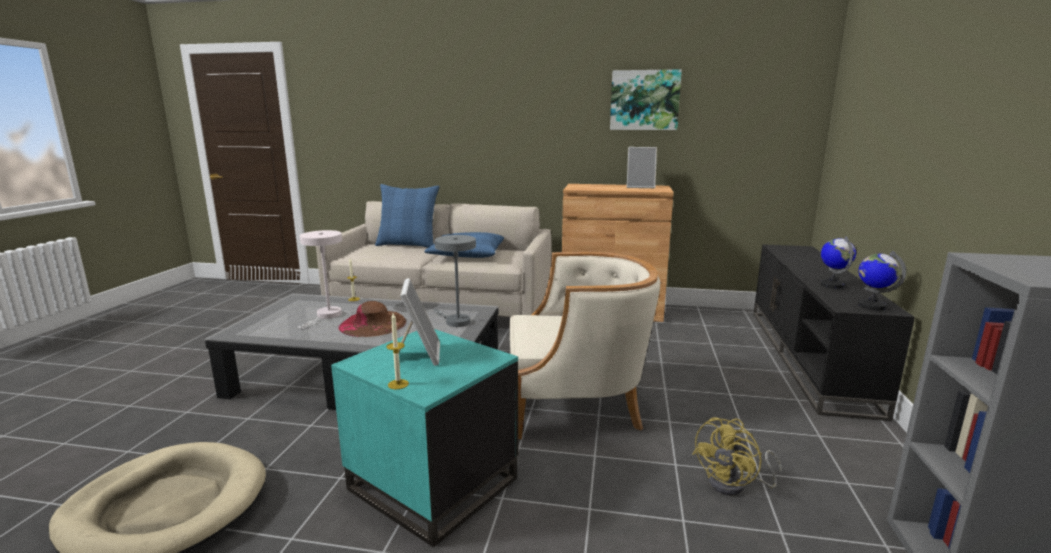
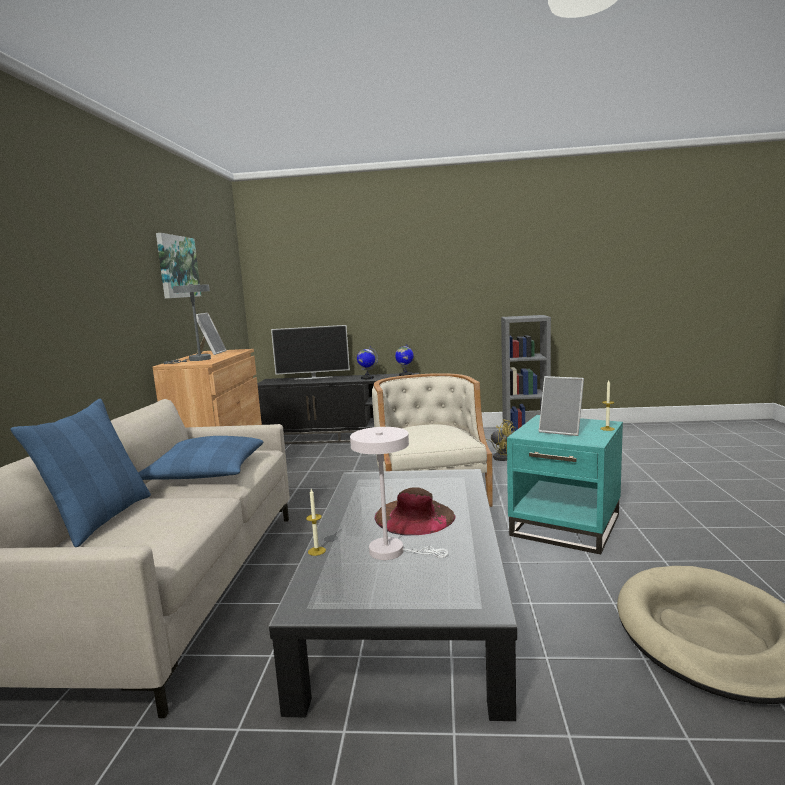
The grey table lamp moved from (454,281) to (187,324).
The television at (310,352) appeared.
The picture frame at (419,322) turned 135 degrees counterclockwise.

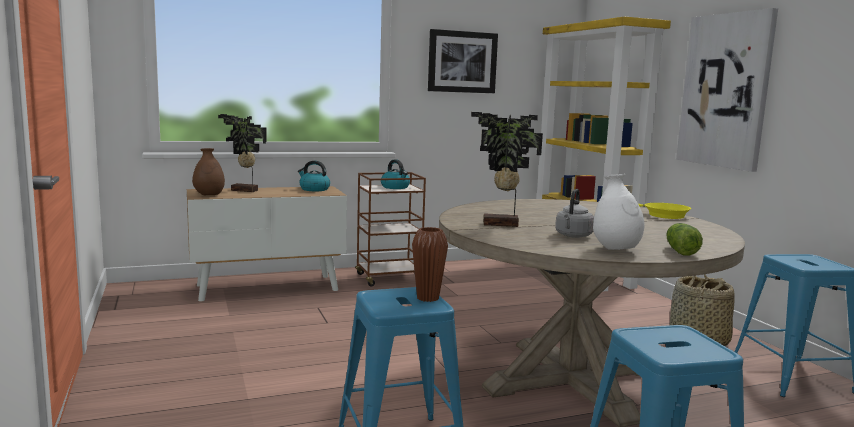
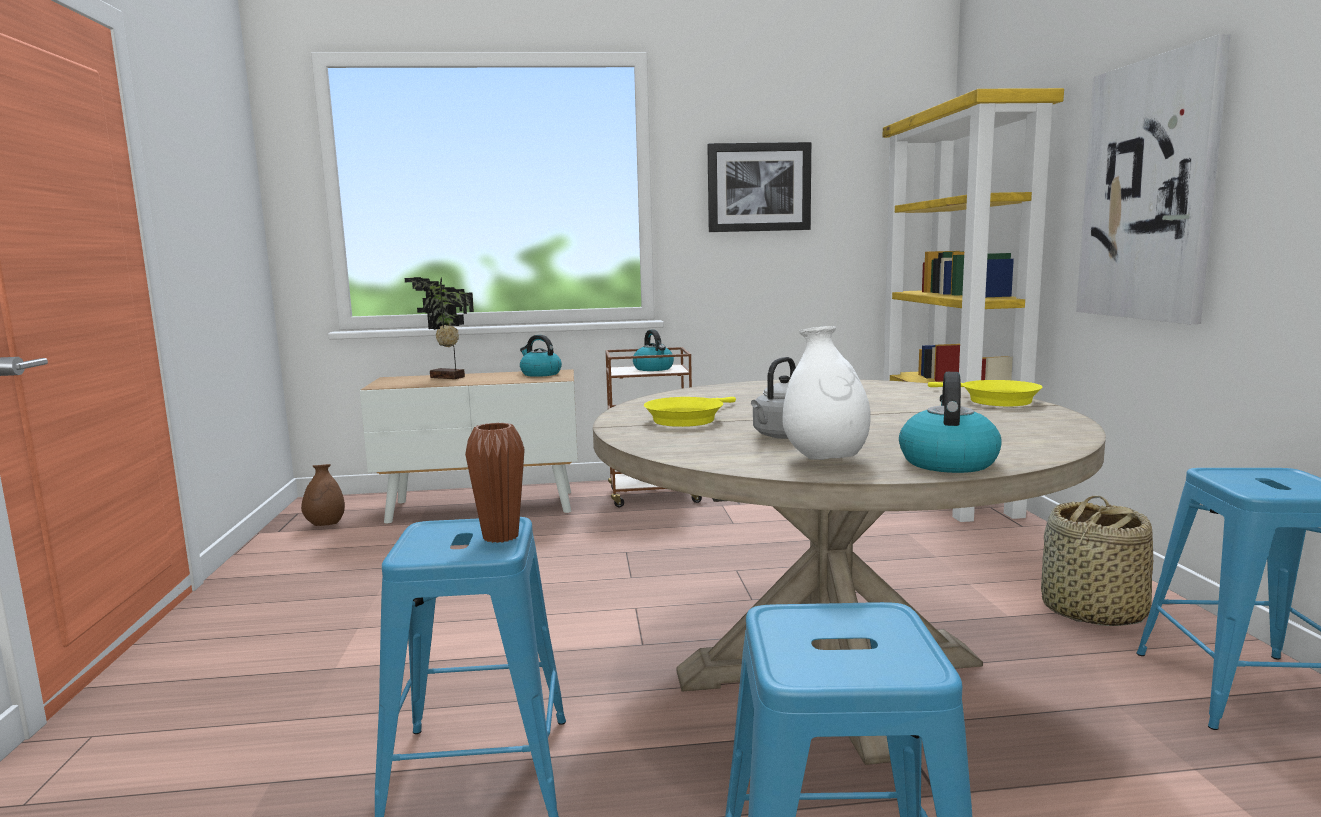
The brown vase moved from (208,171) to (323,495).
The potted plant at (507,169) was replaced by the yellow frying pan at (690,412).
The lettuce at (684,239) was replaced by the kettle at (950,422).

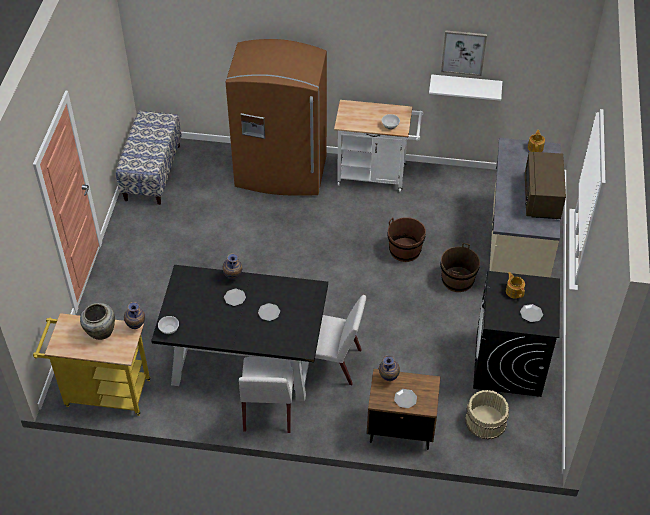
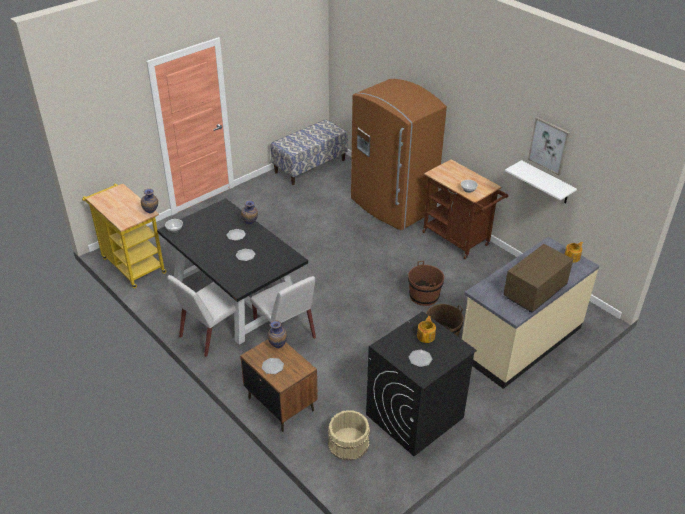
The white cart at (378,146) became the brown cart at (465,209).
The beige vase at (97,321) disappeared.

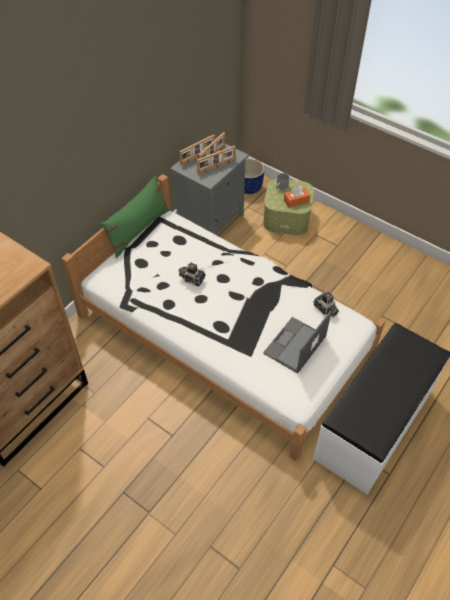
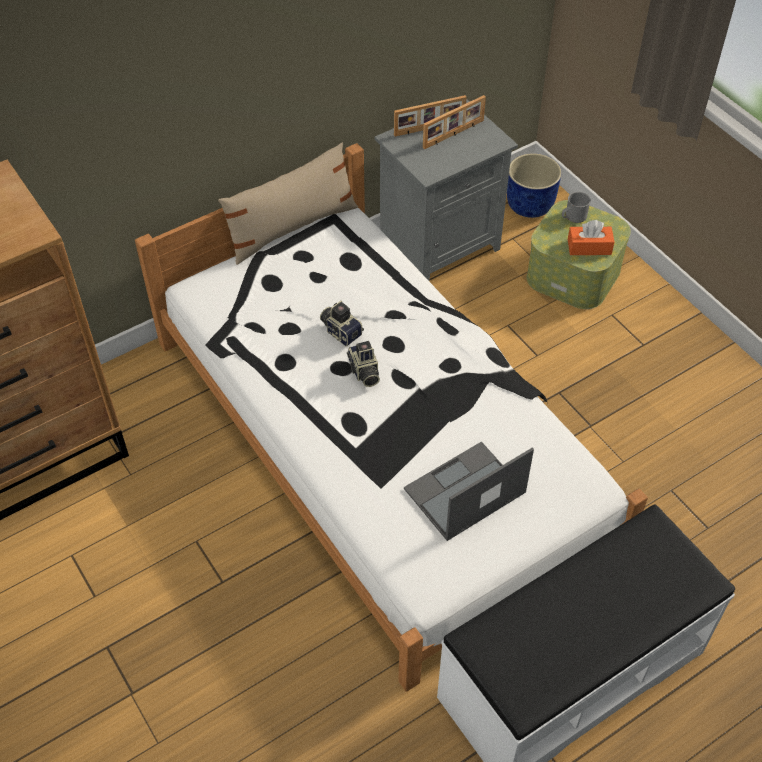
The green pillow at (135,217) became the beige pillow at (288,204).
The photo camera moved from (326,304) to (363,364).
The picture frame at (216,159) disappeared.

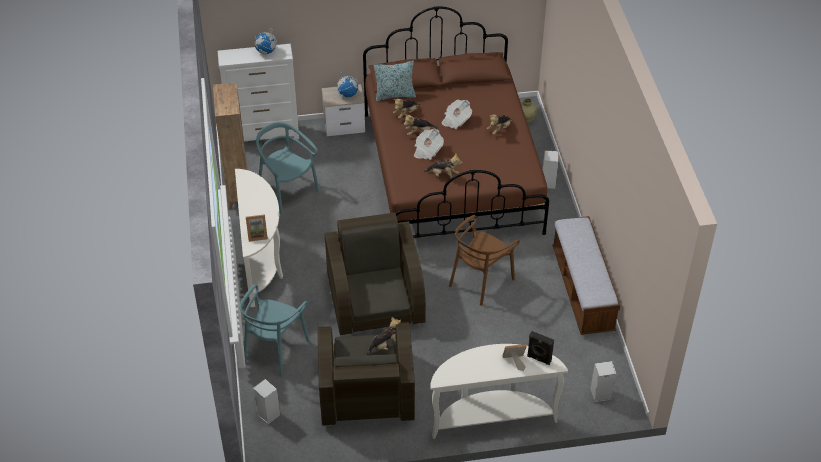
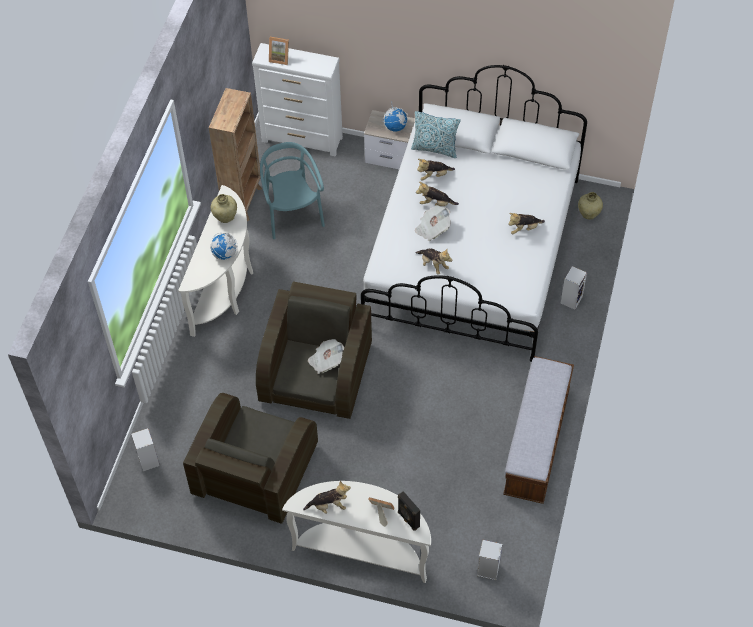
The globe moved from (266,41) to (224,246).
The beige vase at (224,208) appeared.
The picture frame moved from (257,228) to (279,51).
The plush toy moved from (383,336) to (327,497).
The newspaper moved from (457,114) to (326,356).
The brown bed at (456,122) became the white bed at (474,213).
The turquoise chair at (275,330) disappeared.
The brown chair at (484,260) disappeared.

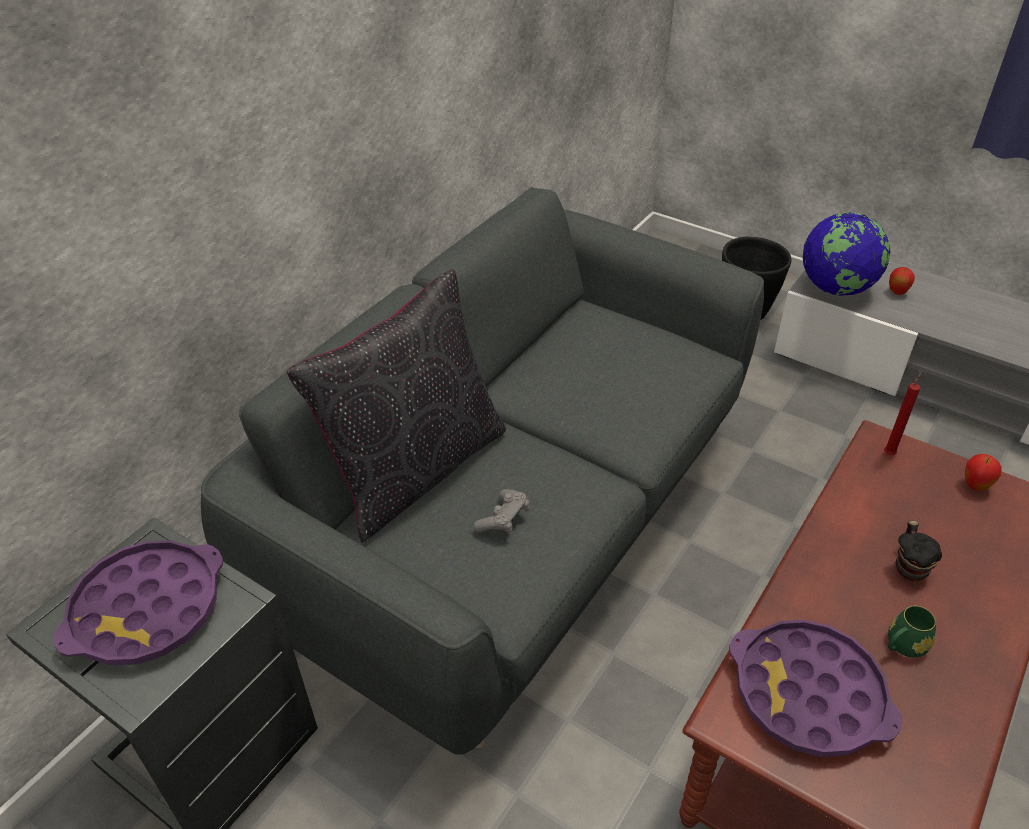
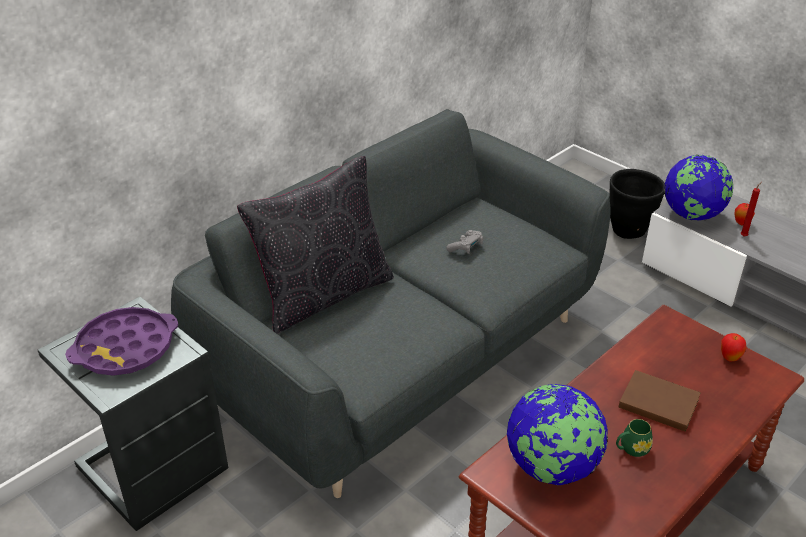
The grey game controller moved from (501,511) to (464,242).
The purple tray at (816,688) was replaced by the globe at (557,434).
The mug at (919,550) was replaced by the brown book at (660,401).
The red candle moved from (903,413) to (751,209).

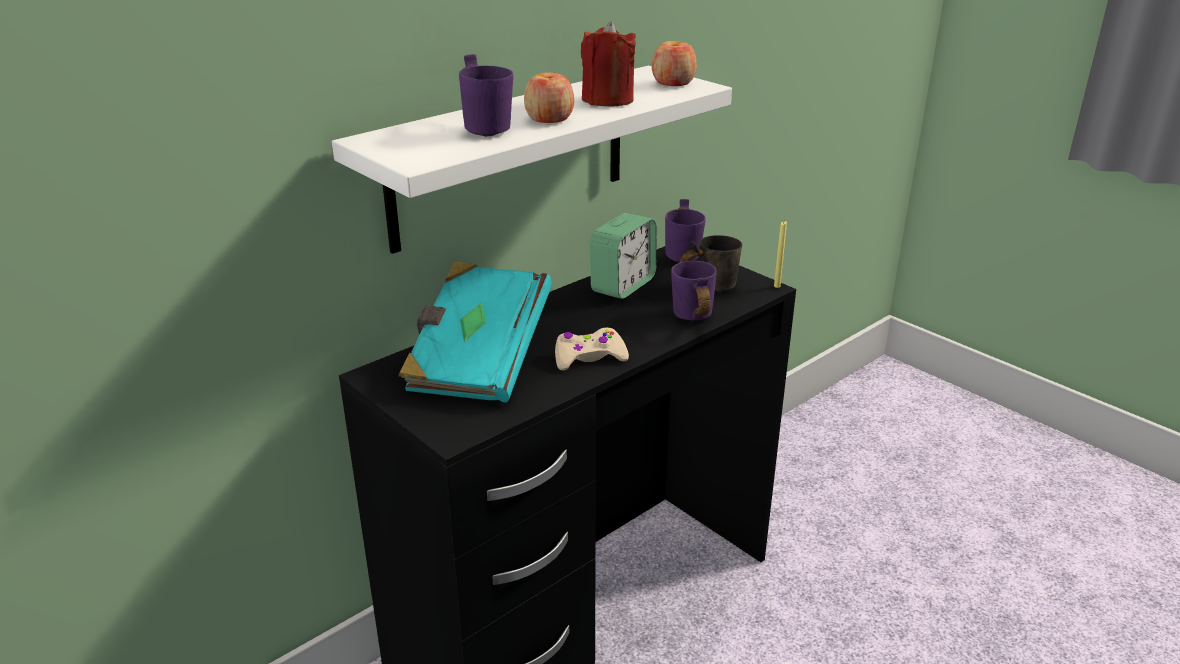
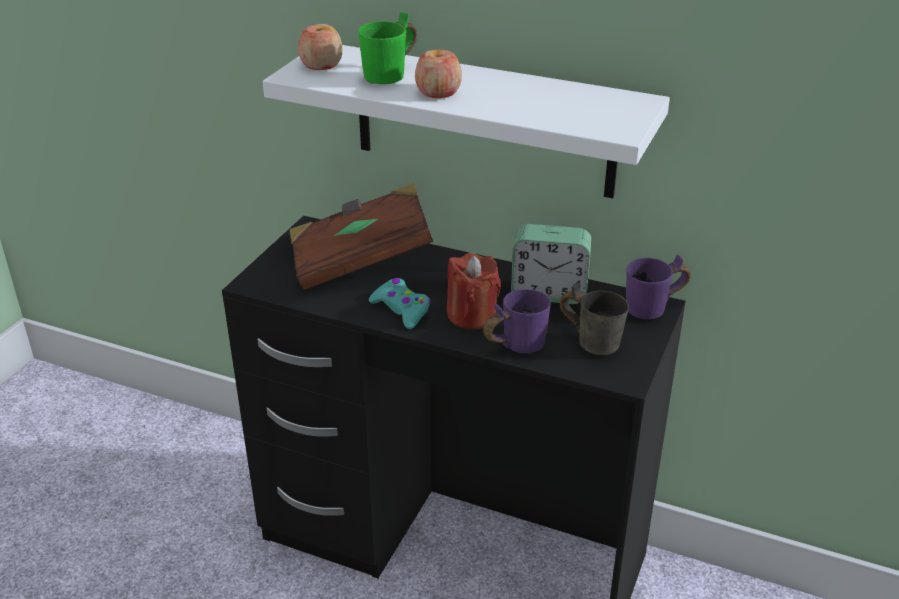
The turquoise book at (475,332) became the brown book at (361,237).
The apple moved from (674,63) to (320,47).
The purple mug at (486,95) became the green mug at (387,48).
The beige game controller at (592,349) became the turquoise game controller at (400,303).
The red candle moved from (608,64) to (474,291).
The yellow candle at (780,254) disappeared.

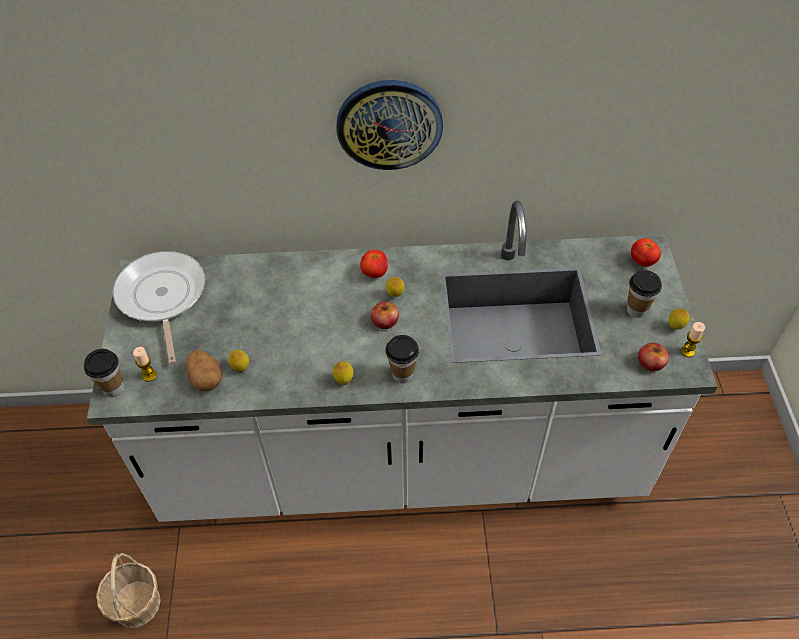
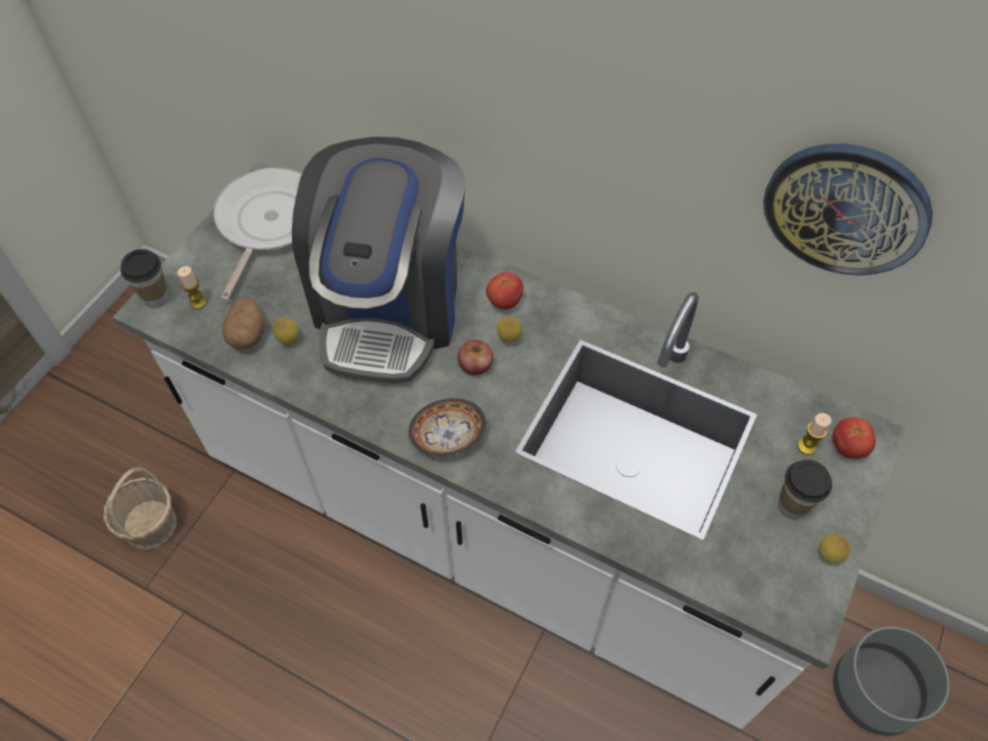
The coffee machine at (378,260) appeared.
The cup at (402,359) was replaced by the bowl at (447,427).
The wall clock moved from (390,125) to (848,209).
The candle moved from (693,339) to (815,434).
The grey planter at (891,681) appeared.
The lemon at (343,373) disappeared.
The apple at (653,357) disappeared.

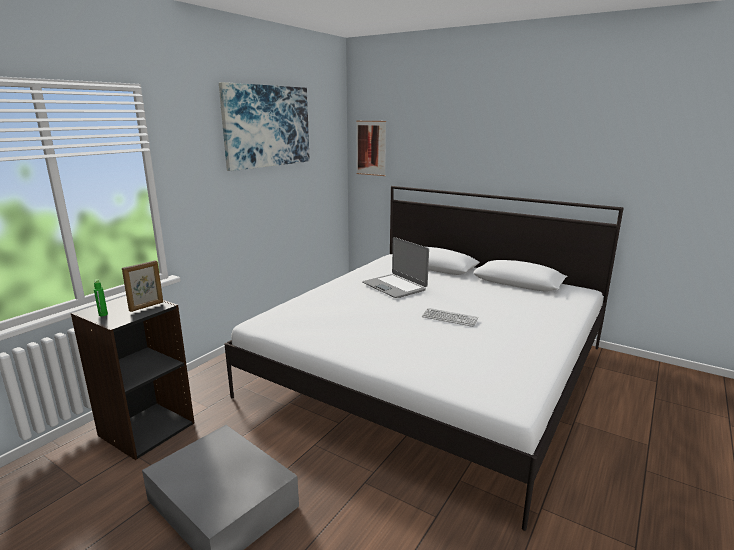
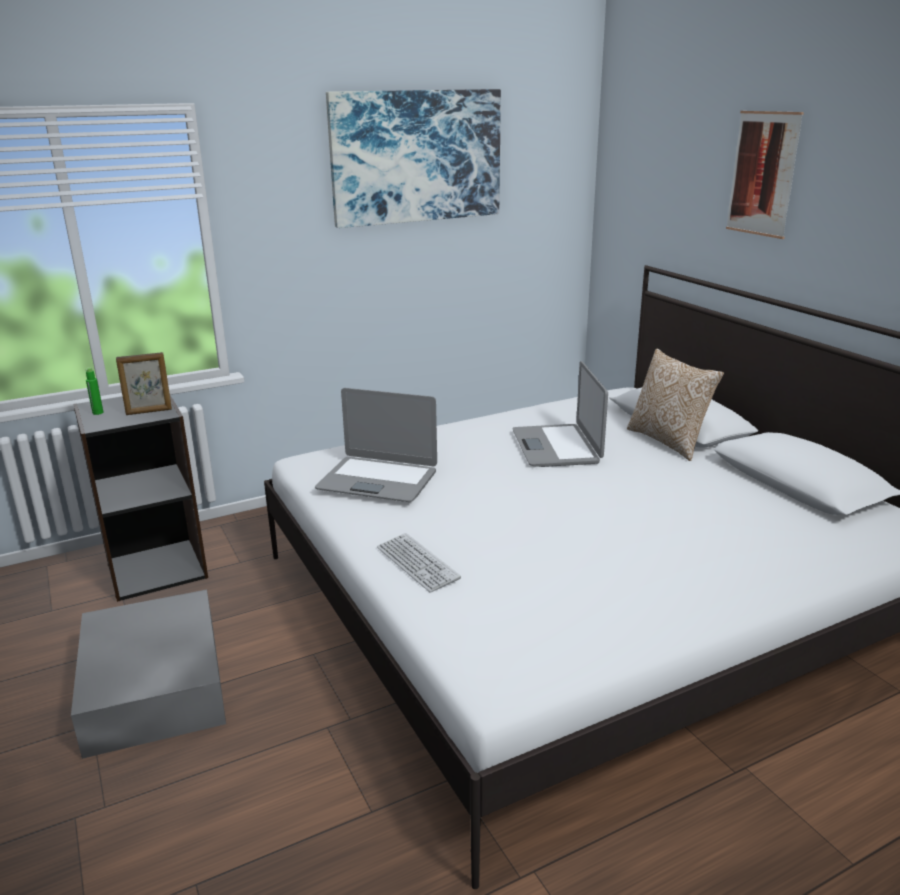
The laptop at (376,445) appeared.
The keyboard moved from (450,317) to (419,563).
The pillow at (675,405) appeared.
The picture moved from (371,148) to (765,175).

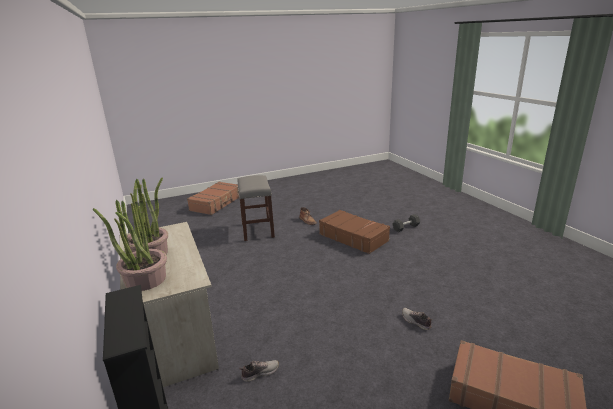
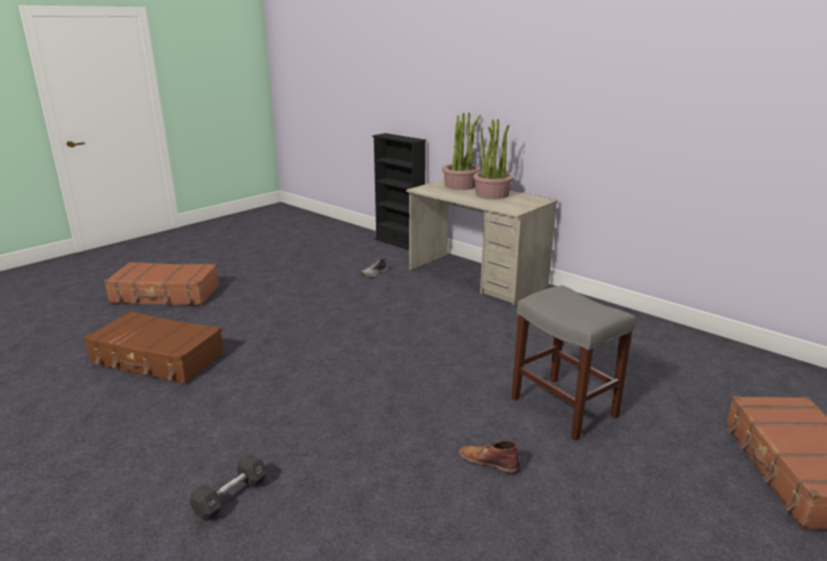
The brown suitcase moved from (354,232) to (154,347).
The shoe at (417,319) disappeared.

